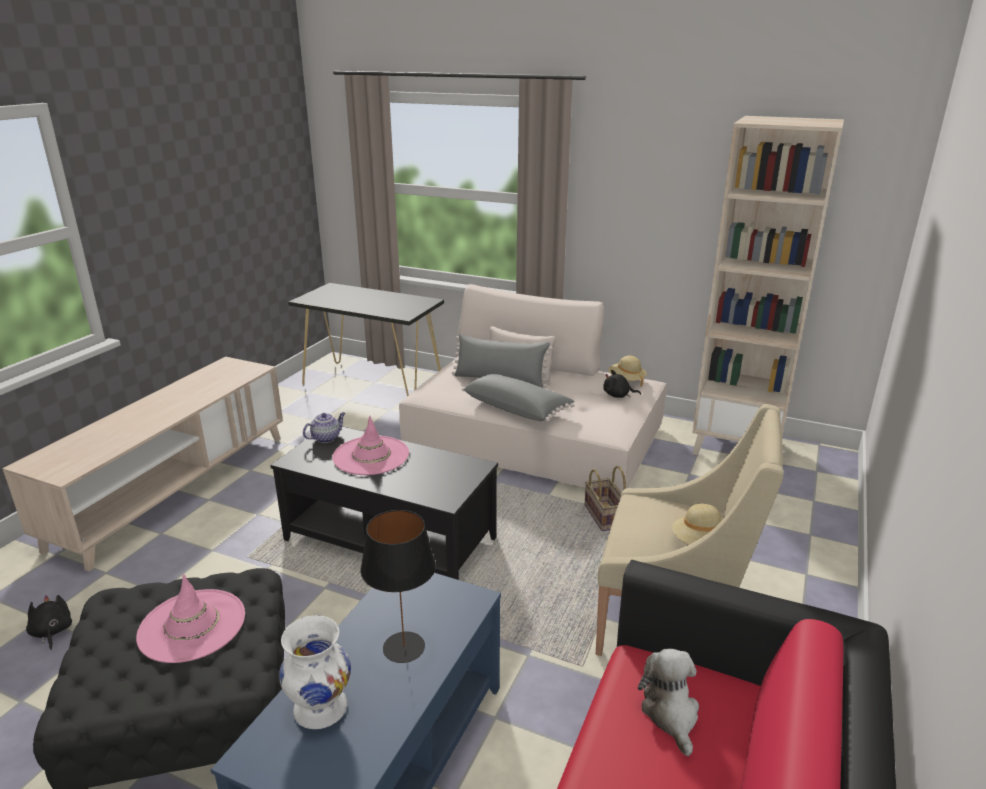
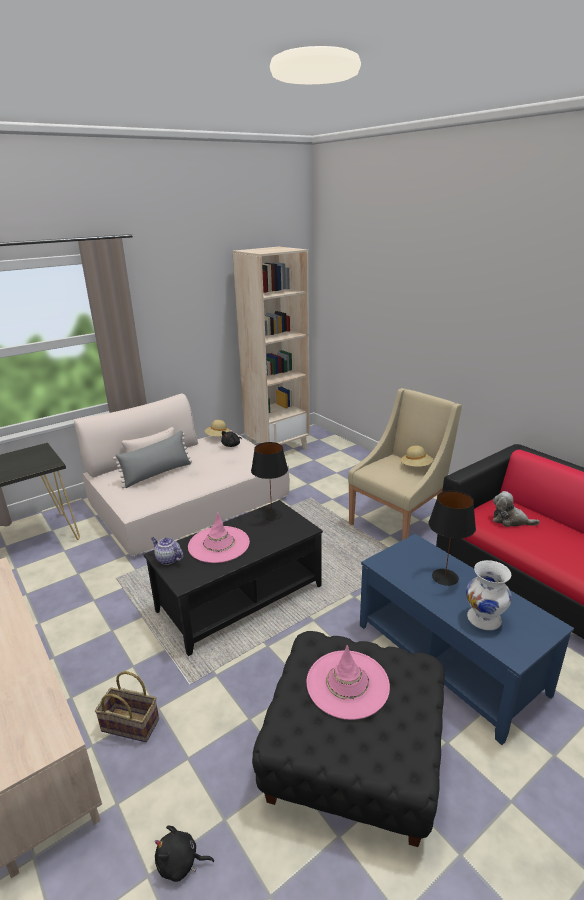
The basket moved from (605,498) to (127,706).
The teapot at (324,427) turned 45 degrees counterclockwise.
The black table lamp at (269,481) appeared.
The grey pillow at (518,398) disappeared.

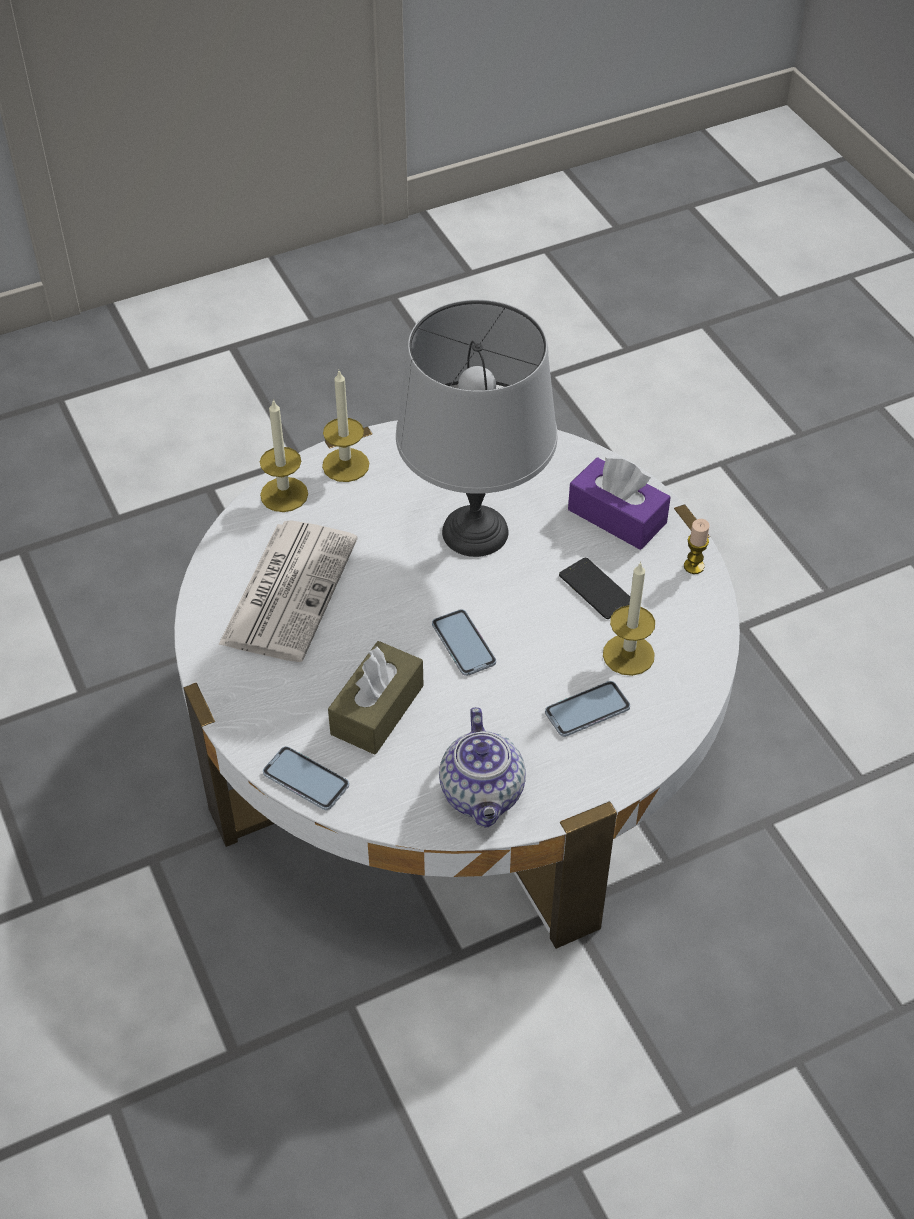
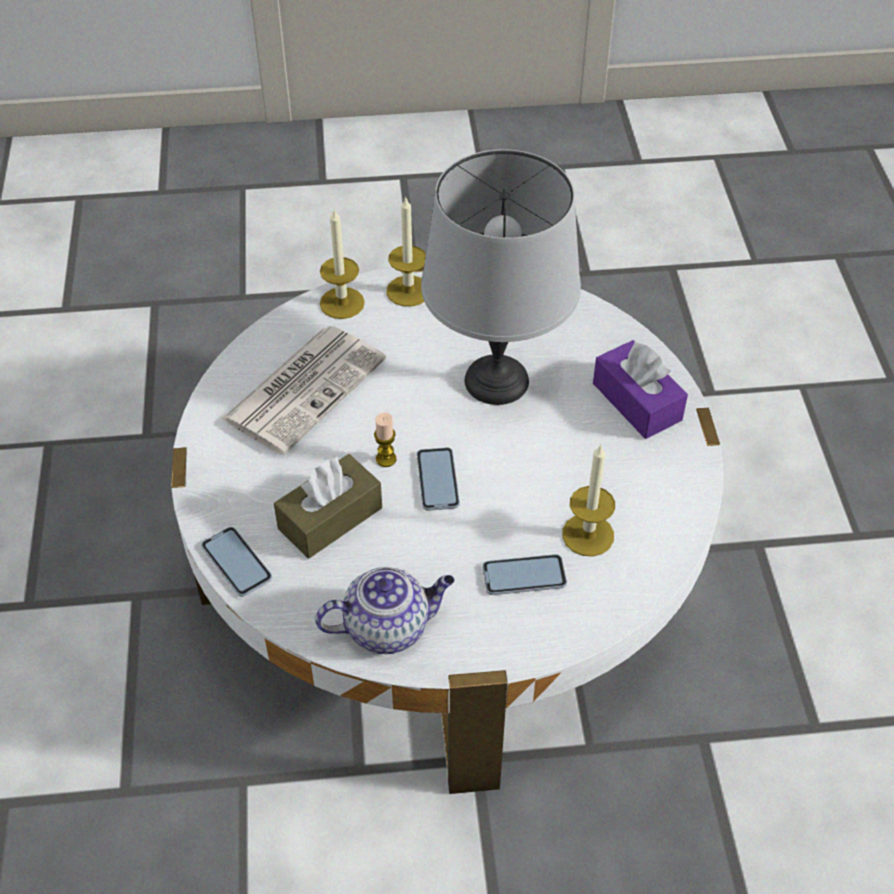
The teapot at (482,767) turned 120 degrees counterclockwise.
The candle moved from (697,546) to (385,440).
The phone at (594,588) disappeared.

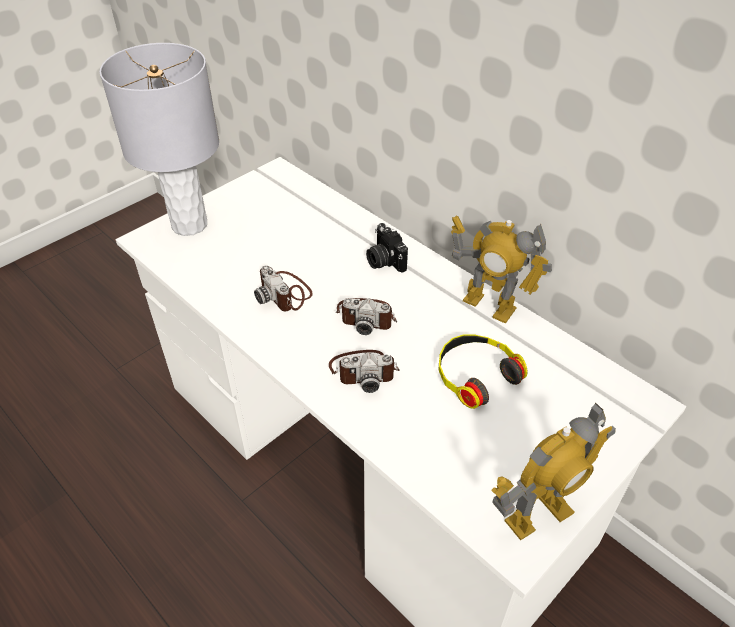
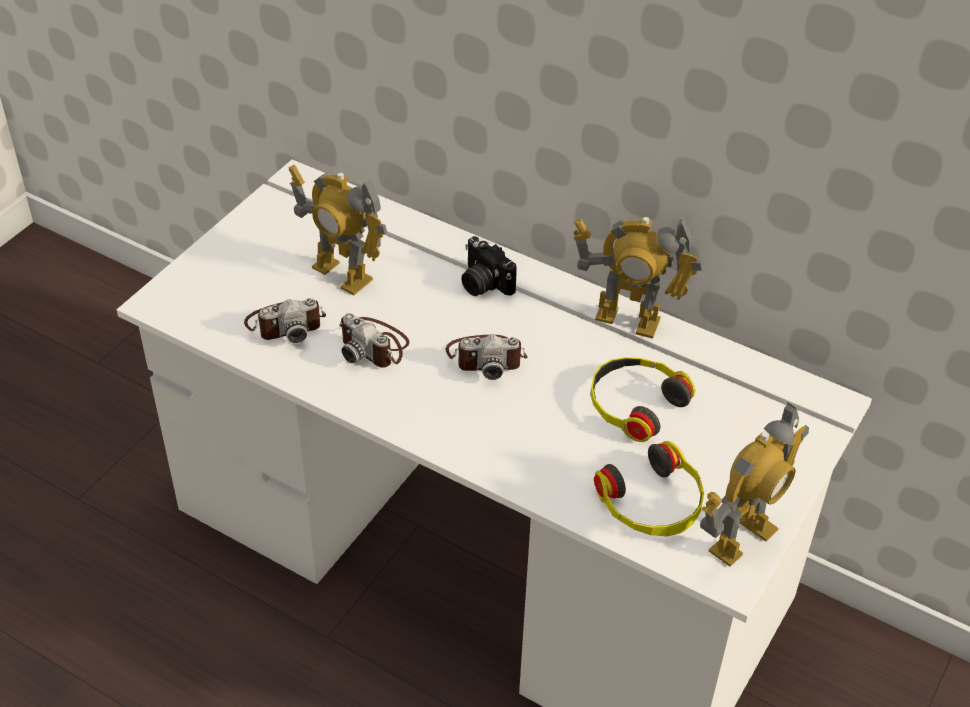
The photo camera moved from (364,371) to (285,320).
The toy robot at (338,230) appeared.
The headphones at (649,489) appeared.
The grey table lamp at (159,139) disappeared.

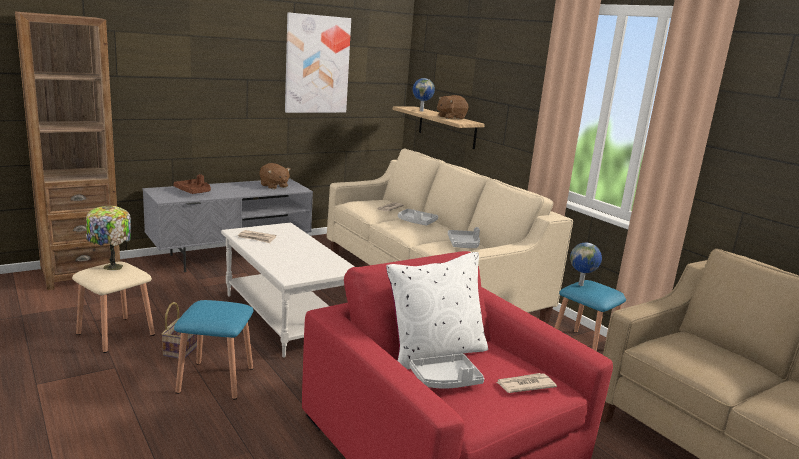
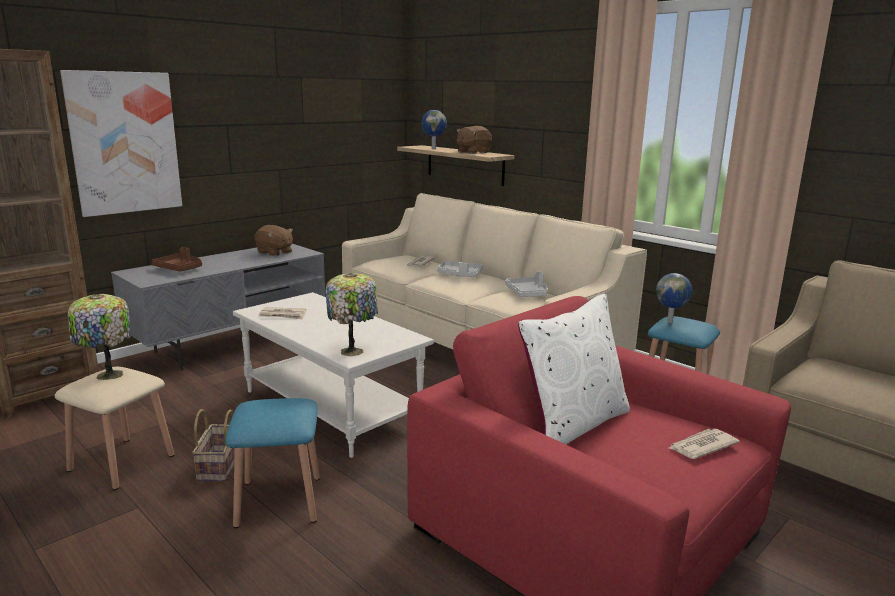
The picture moved from (318,62) to (121,143).
The table lamp at (352,314) appeared.
The grey tray at (446,371) disappeared.

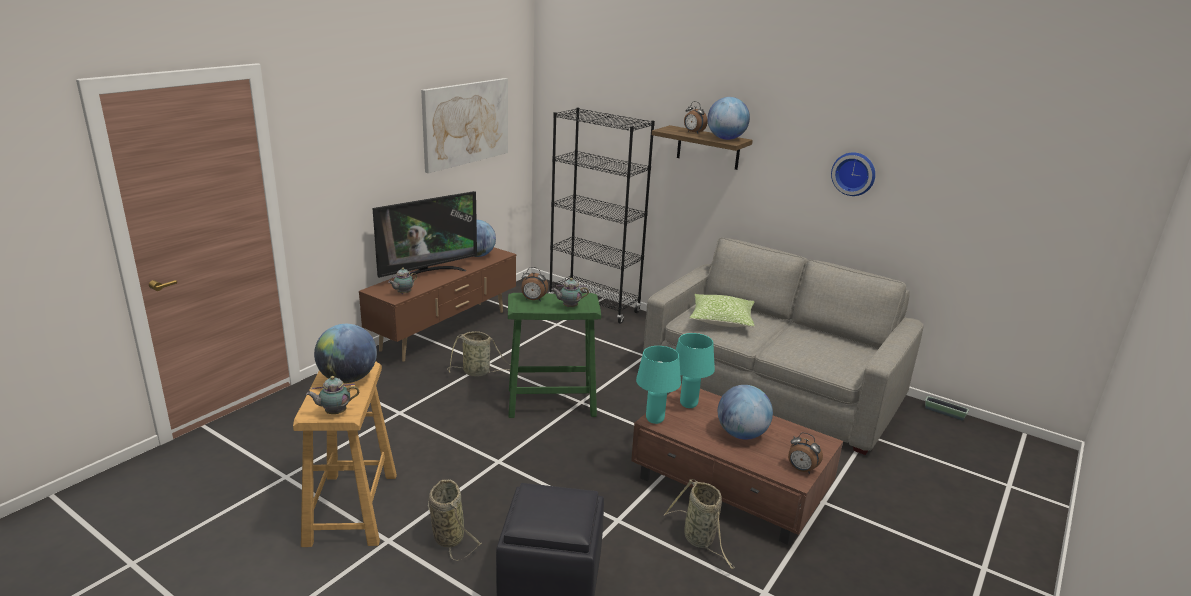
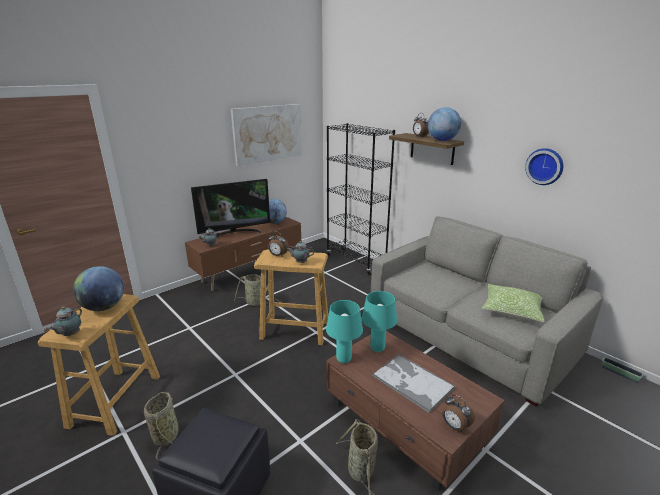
The teapot at (332,395) turned 75 degrees counterclockwise.
The green stool at (554,355) became the beige stool at (291,297).
The globe at (745,412) was replaced by the tray at (413,384).
The pillow moved from (722,310) to (513,303).

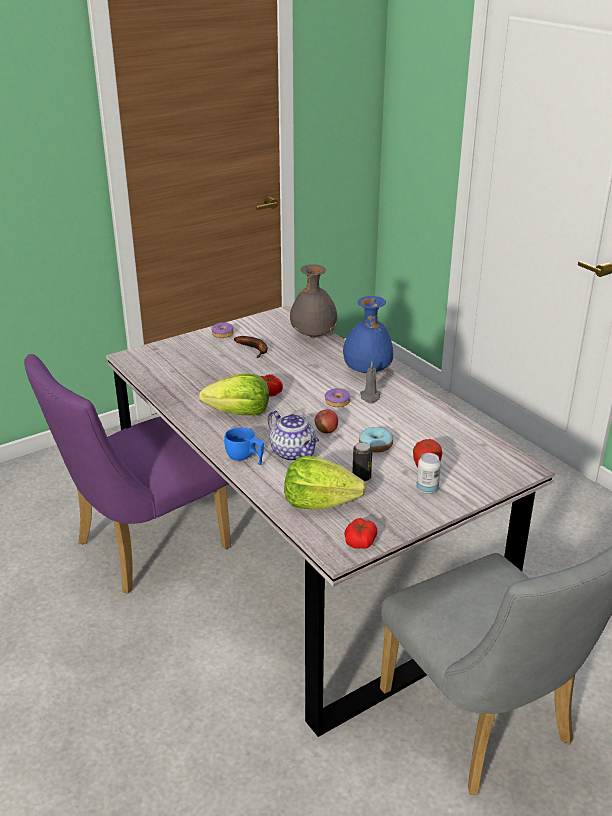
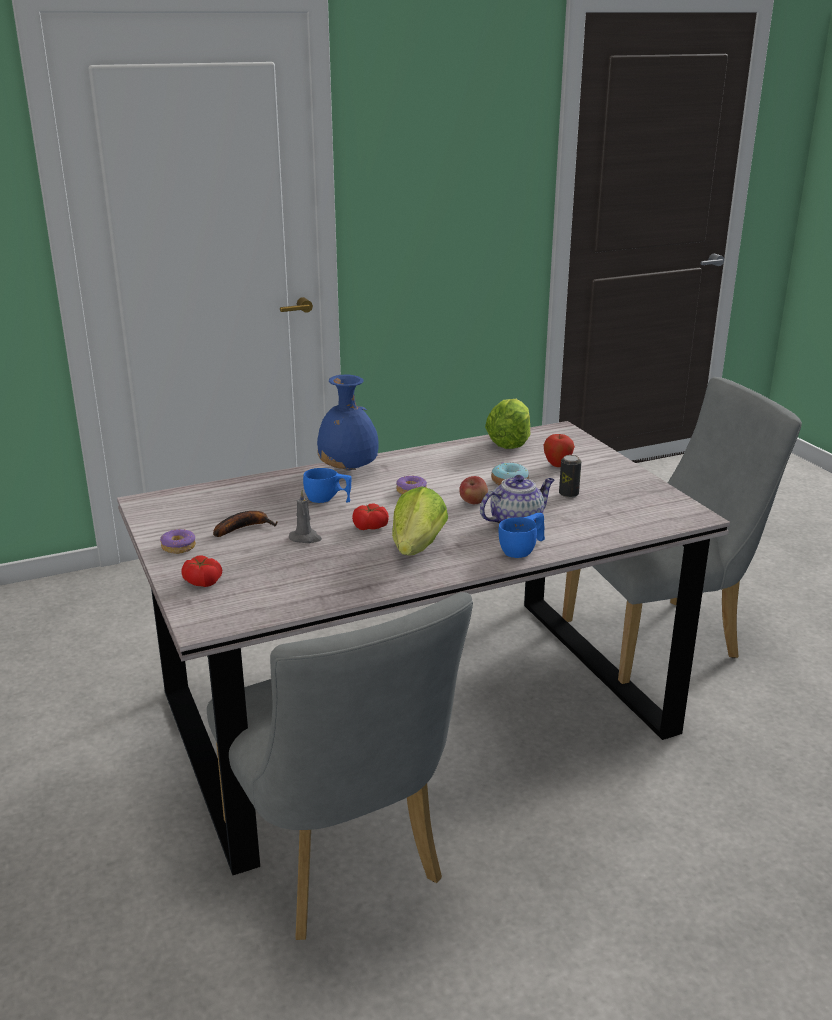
The tomato moved from (361,533) to (201,571).
The purple chair at (127,474) became the grey chair at (340,766).
The grey candle moved from (370,383) to (305,516).
The blue cup at (327,485) appeared.
The lettuce moved from (325,483) to (507,424).
The grey vase at (314,301) disappeared.
The can at (428,473) disappeared.

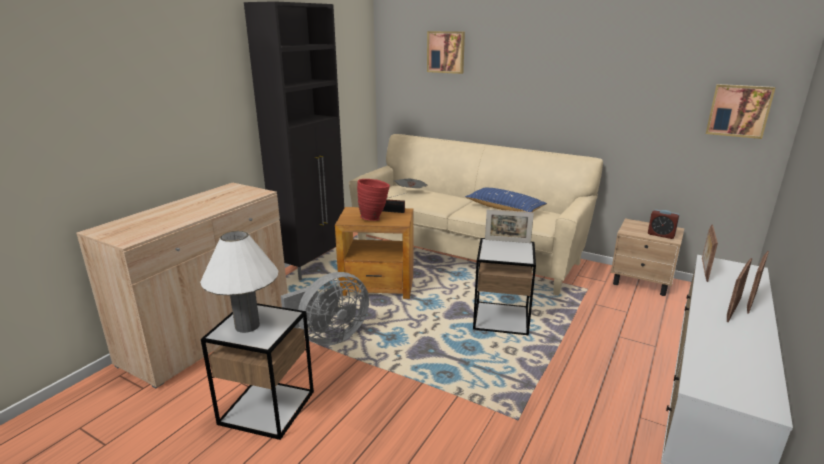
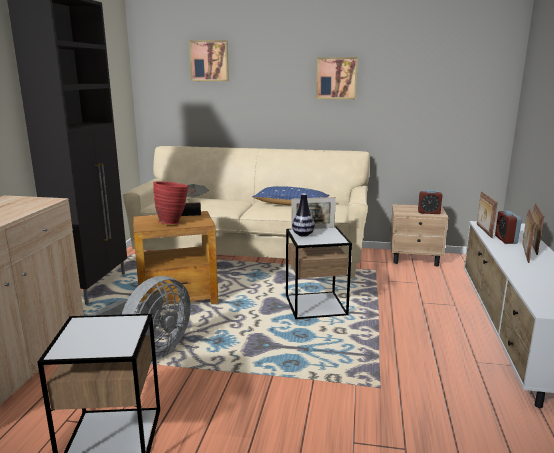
The vase at (303,215) appeared.
The picture moved from (741,111) to (337,78).
The alarm clock at (508,227) appeared.
The white table lamp at (239,282) disappeared.

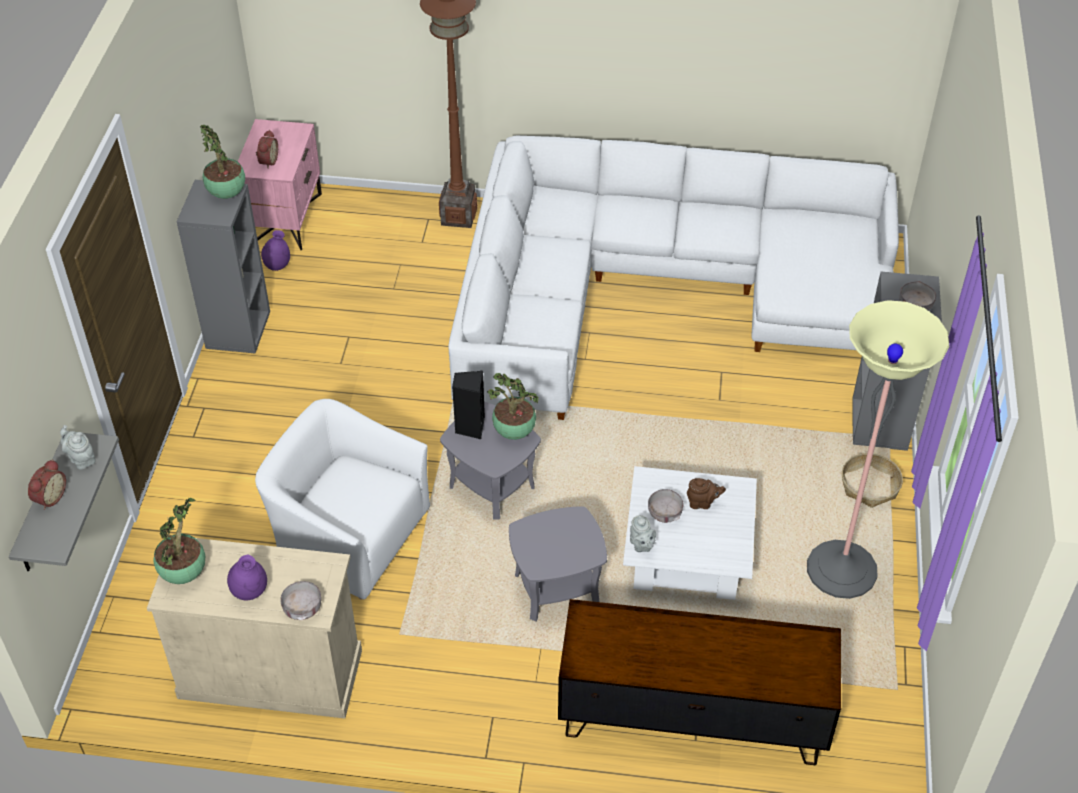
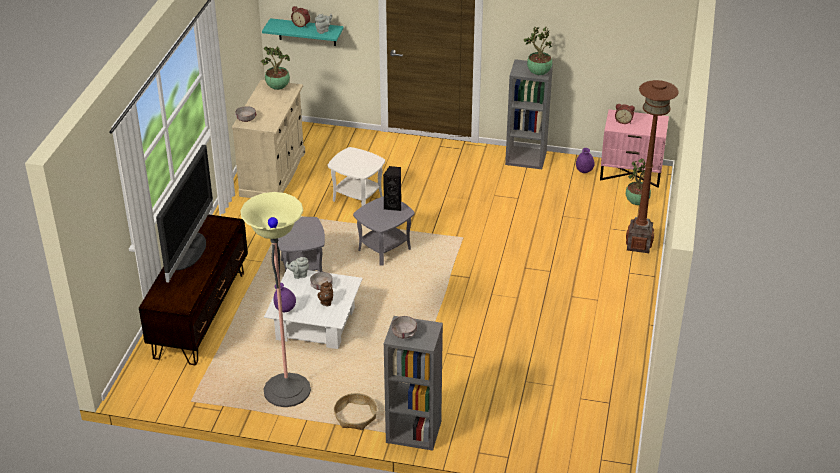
The television at (184,214) appeared.
The grey shelf at (64,501) became the turquoise shelf at (303,32).
The purple vase moved from (247,578) to (285,297).
The white armchair at (342,499) was replaced by the white side table at (356,176).
The potted plant moved from (512,406) to (638,182).
The white sofa at (673,278) disappeared.

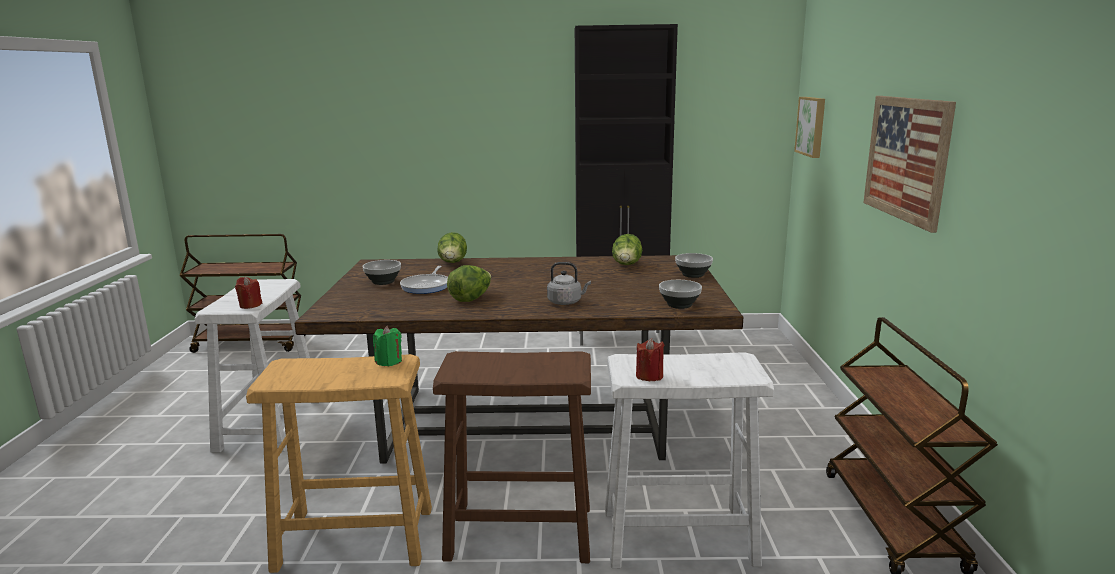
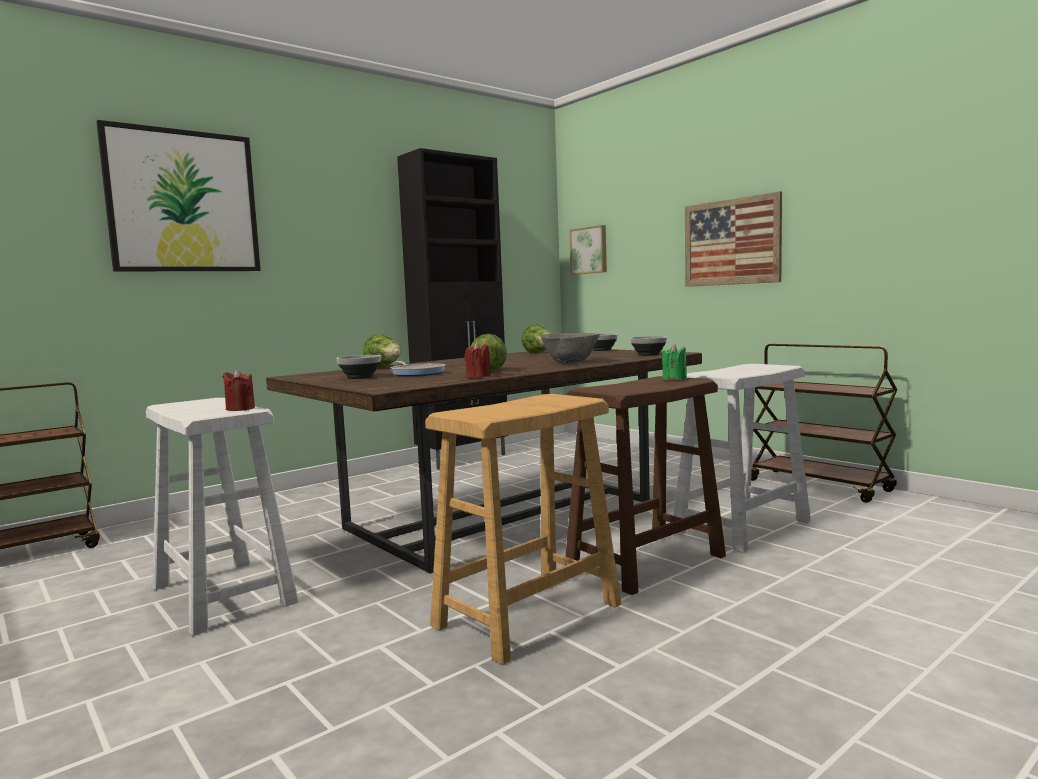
The picture at (178,195) appeared.
The red candle moved from (650,359) to (477,360).
The grey kettle at (569,283) was replaced by the grey bowl at (570,348).
The green candle moved from (387,346) to (674,362).

